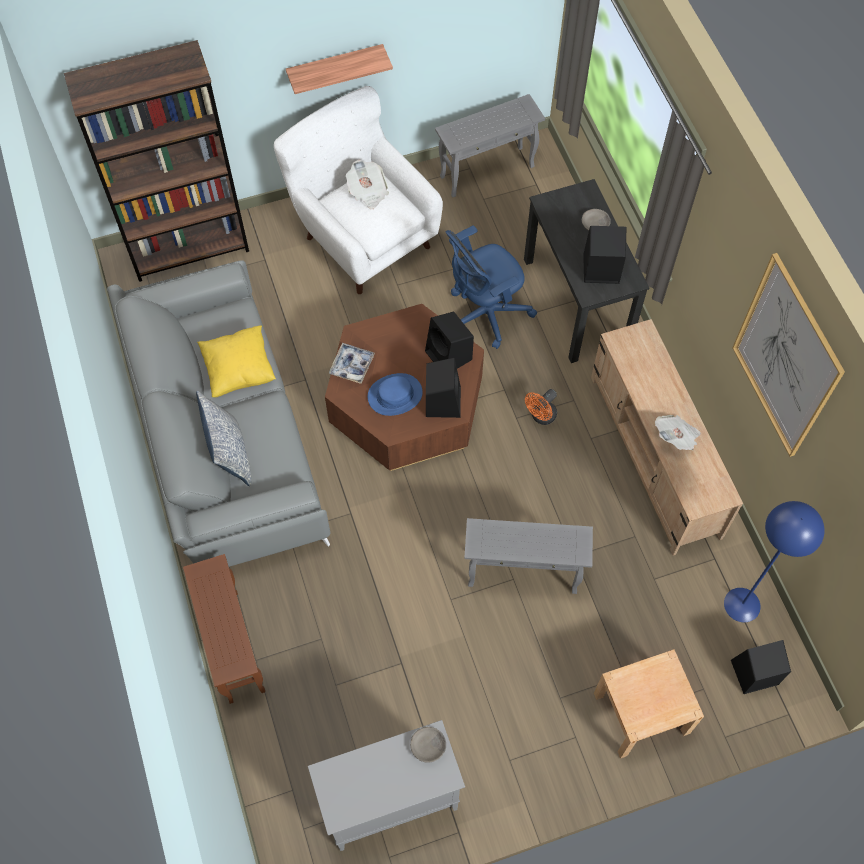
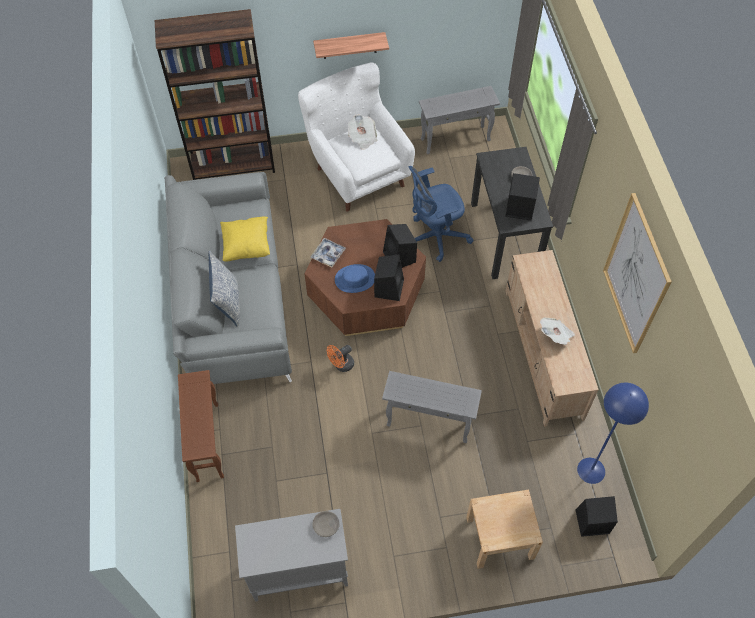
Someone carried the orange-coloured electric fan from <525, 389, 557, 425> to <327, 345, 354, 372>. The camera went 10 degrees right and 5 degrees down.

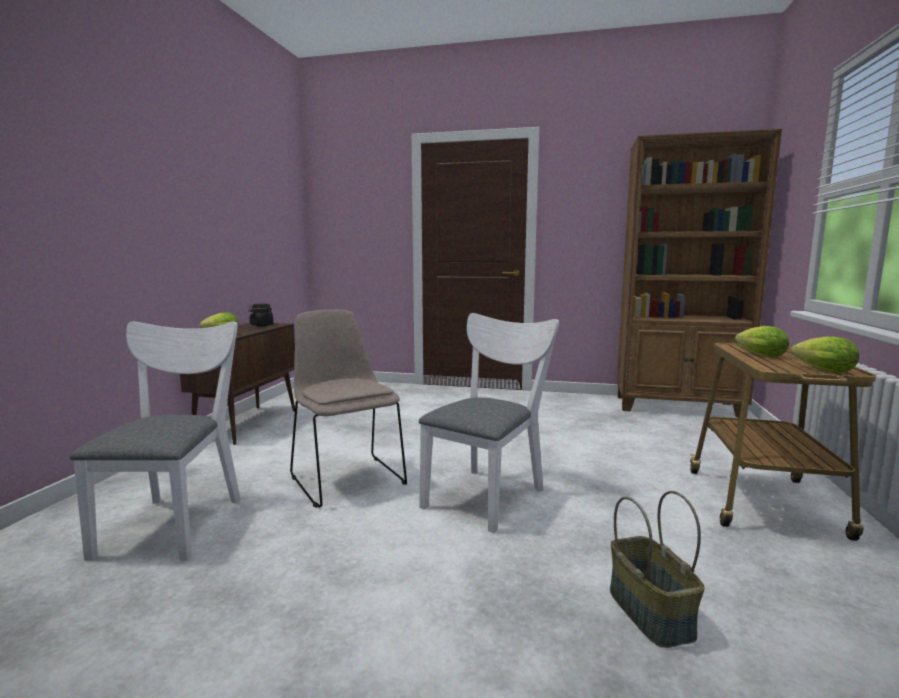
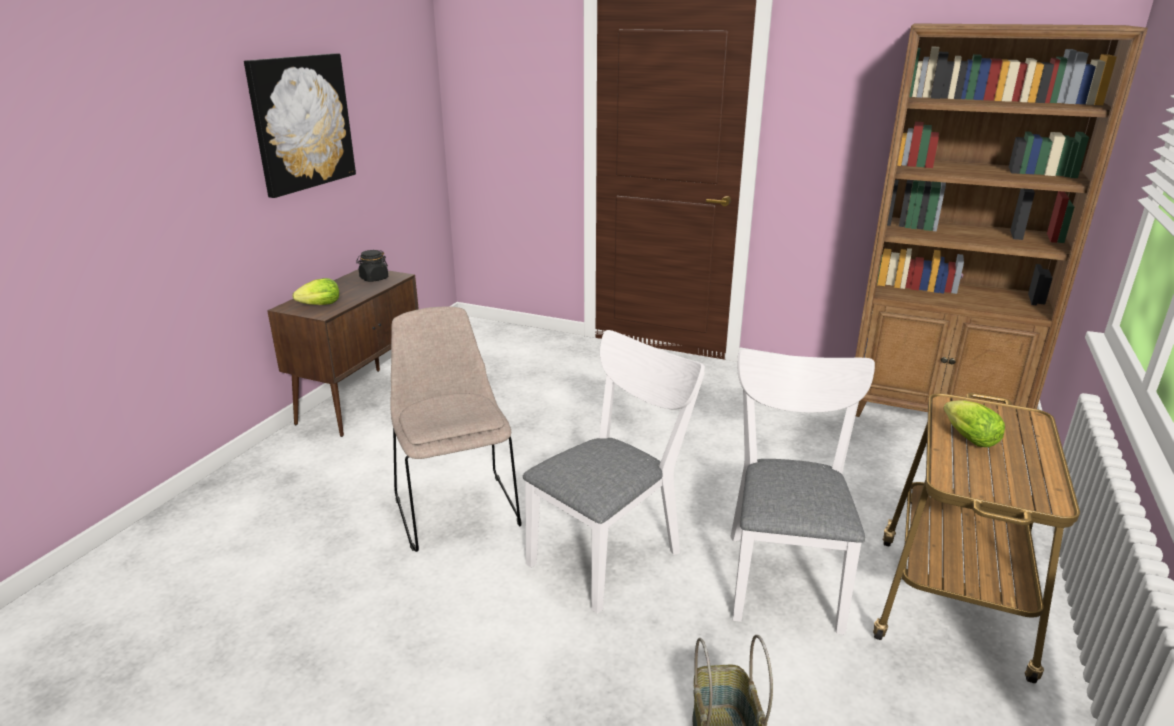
Someone carried the whitish plain chair from <70, 322, 241, 561> to <730, 349, 875, 635>. Someone took away the lettuce at <791, 336, 859, 373>. Someone put up the wall picture at <244, 53, 356, 198>. The camera went 10 degrees right and 15 degrees up.

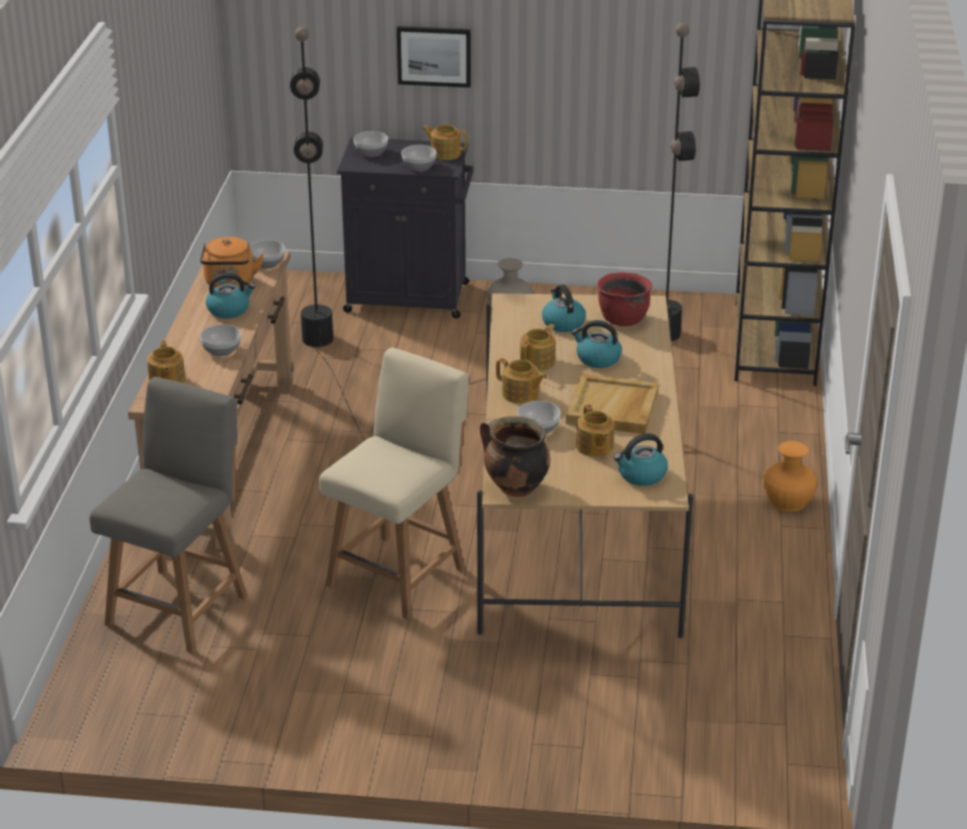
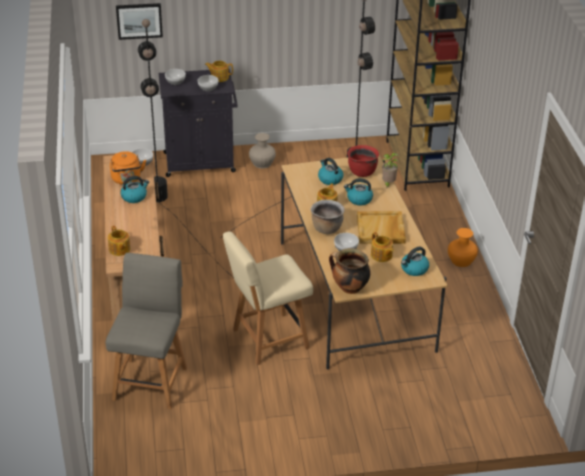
Someone carried the wall picture from <397, 26, 471, 88> to <116, 3, 163, 40>. Someone took away the serving bowl at <200, 324, 241, 356>. Someone rotated the sand-coloured plain chair at <319, 348, 469, 620> by 135 degrees counterclockwise. Someone swapped the teapot at <496, 358, 547, 404> for the brown stockpot at <310, 200, 345, 234>. Someone put down the houseplant at <382, 153, 398, 189>. The camera went 15 degrees left and 5 degrees up.

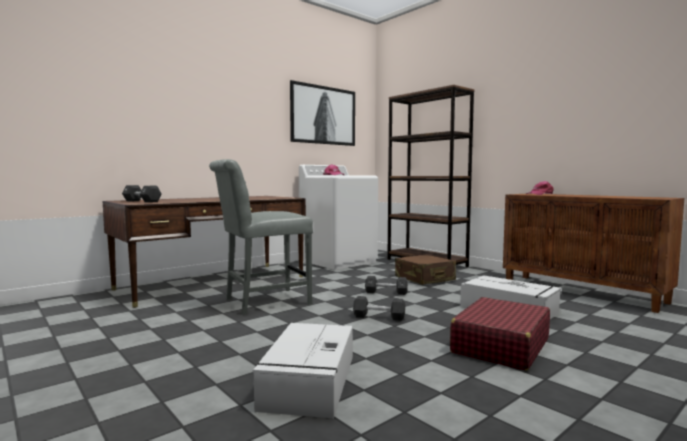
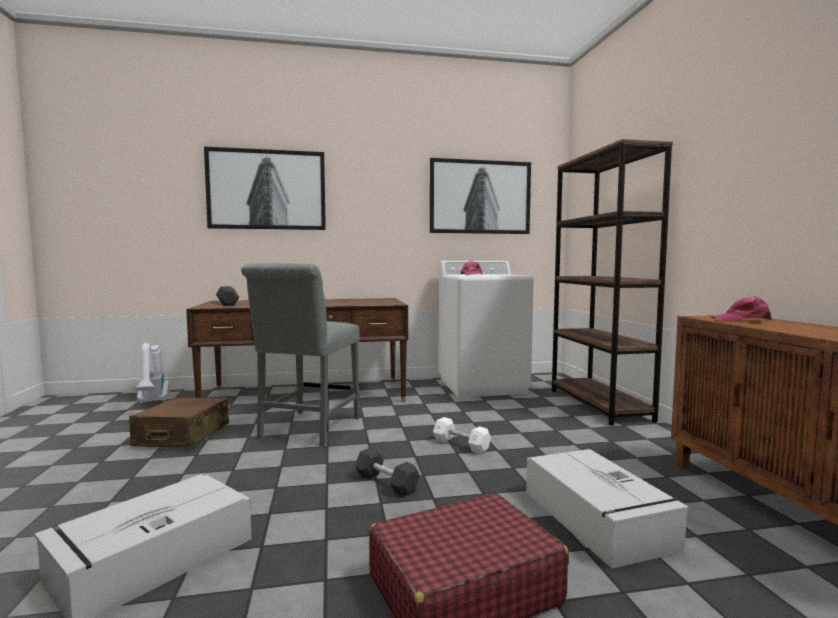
Someone rotated the greyish plain chair at <209, 159, 313, 315> by 75 degrees counterclockwise. Someone carried the brown suitcase from <395, 255, 456, 285> to <129, 398, 229, 448>. Someone repainted the black-coloured dumbbell at <365, 276, 408, 295>, which became the whitish dumbbell at <433, 417, 491, 454>. Someone put up the wall picture at <204, 147, 326, 230>. Someone put down the vacuum at <135, 343, 170, 404>. The camera went 30 degrees right and 0 degrees up.

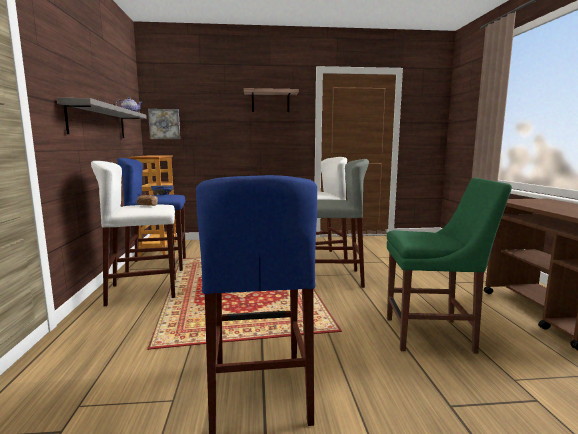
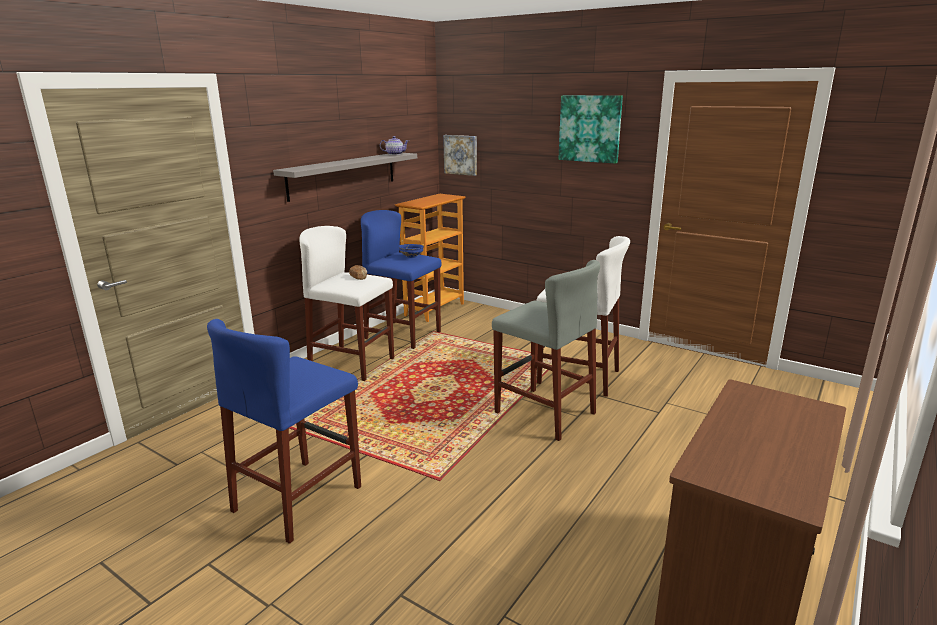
Someone swapped the wall shelf at <244, 88, 299, 112> for the wall picture at <558, 95, 623, 164>. Someone took away the greenish plain chair at <387, 178, 512, 354>. The camera went 40 degrees right and 10 degrees up.

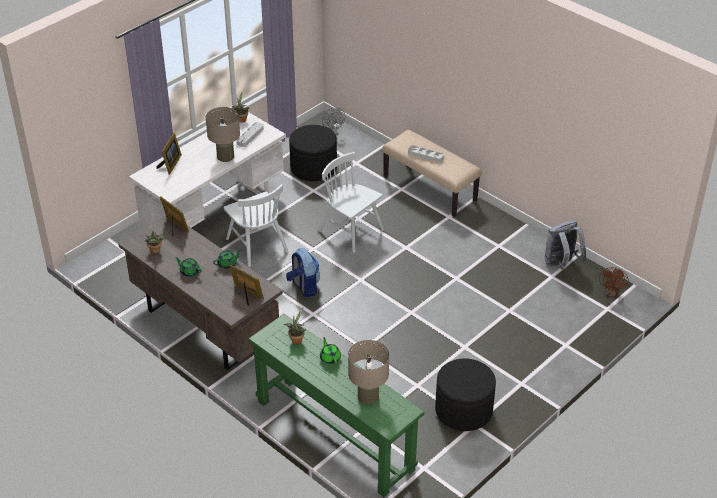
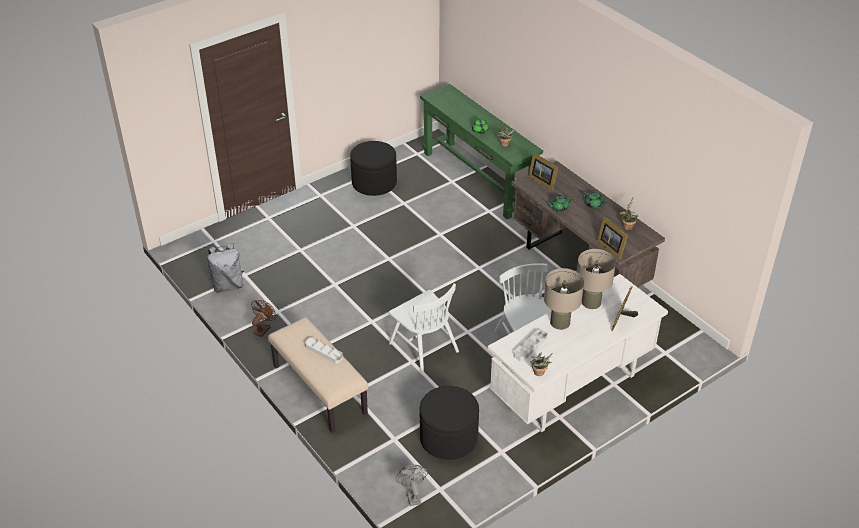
Someone took away the rucksack at <286, 248, 320, 297>. Someone carried the brown electric fan from <599, 267, 629, 298> to <251, 300, 276, 337>. Someone carried the sand-coloured table lamp from <348, 340, 389, 405> to <577, 249, 616, 309>. The camera went 170 degrees left and 0 degrees up.

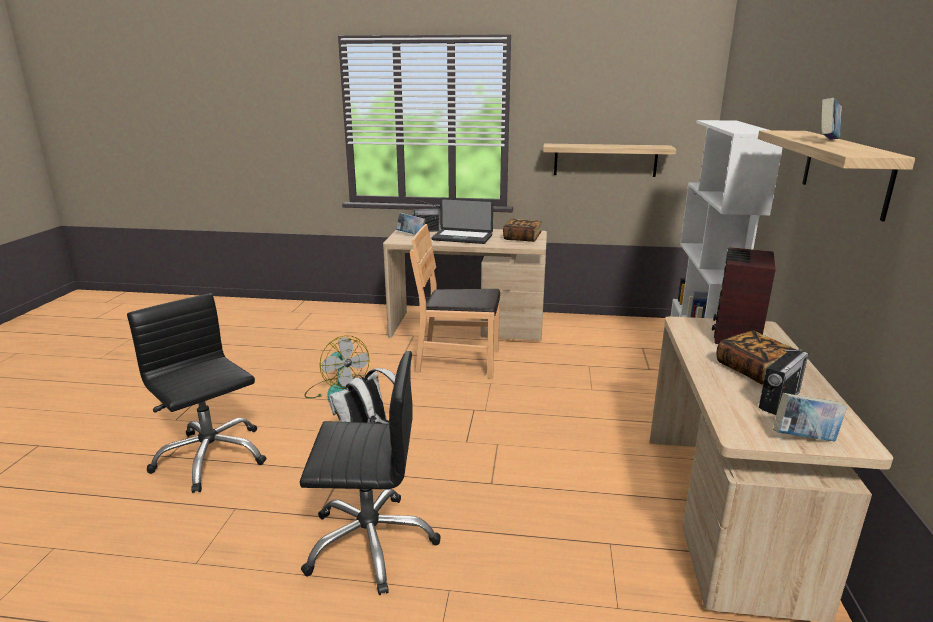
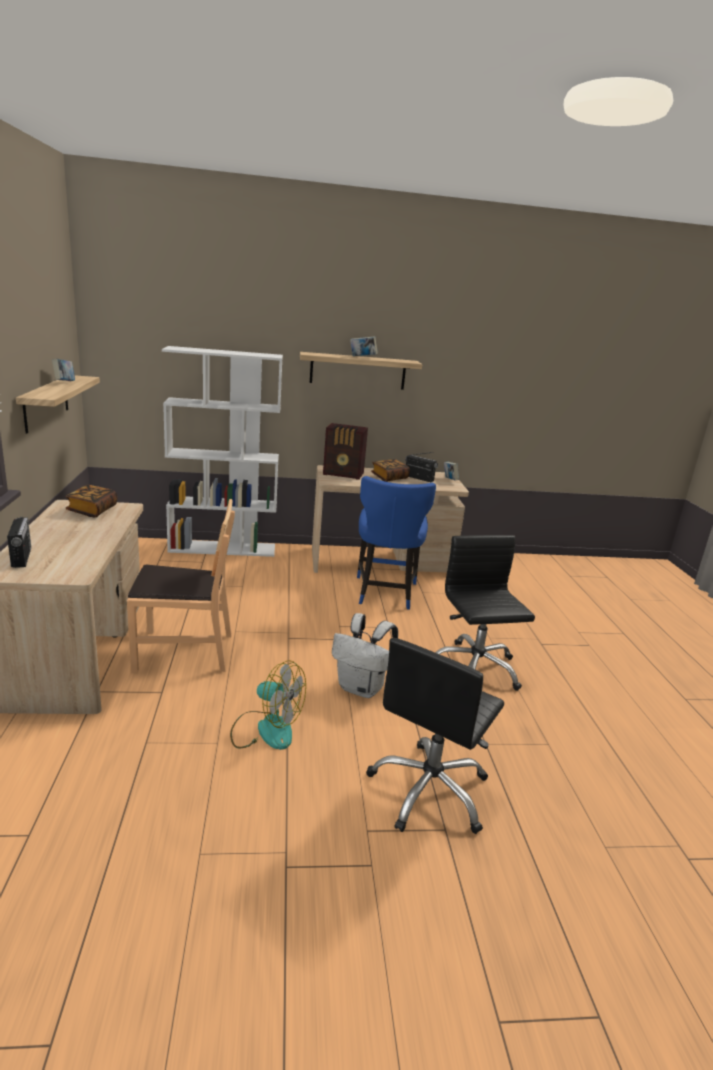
Someone took away the notebook computer at <431, 198, 493, 244>. Someone carried the bound book from <396, 213, 426, 235> to <52, 359, 75, 381>. Someone rotated the brown plain chair at <410, 224, 500, 379> by 90 degrees counterclockwise. Someone rotated the electric fan at <304, 335, 369, 402> by 75 degrees clockwise. Someone put down the blue plain chair at <357, 476, 436, 610>. The camera went 105 degrees left and 0 degrees up.

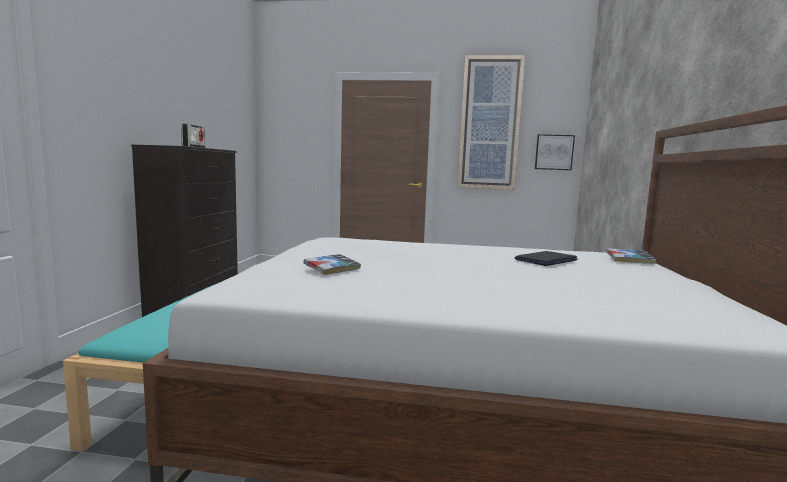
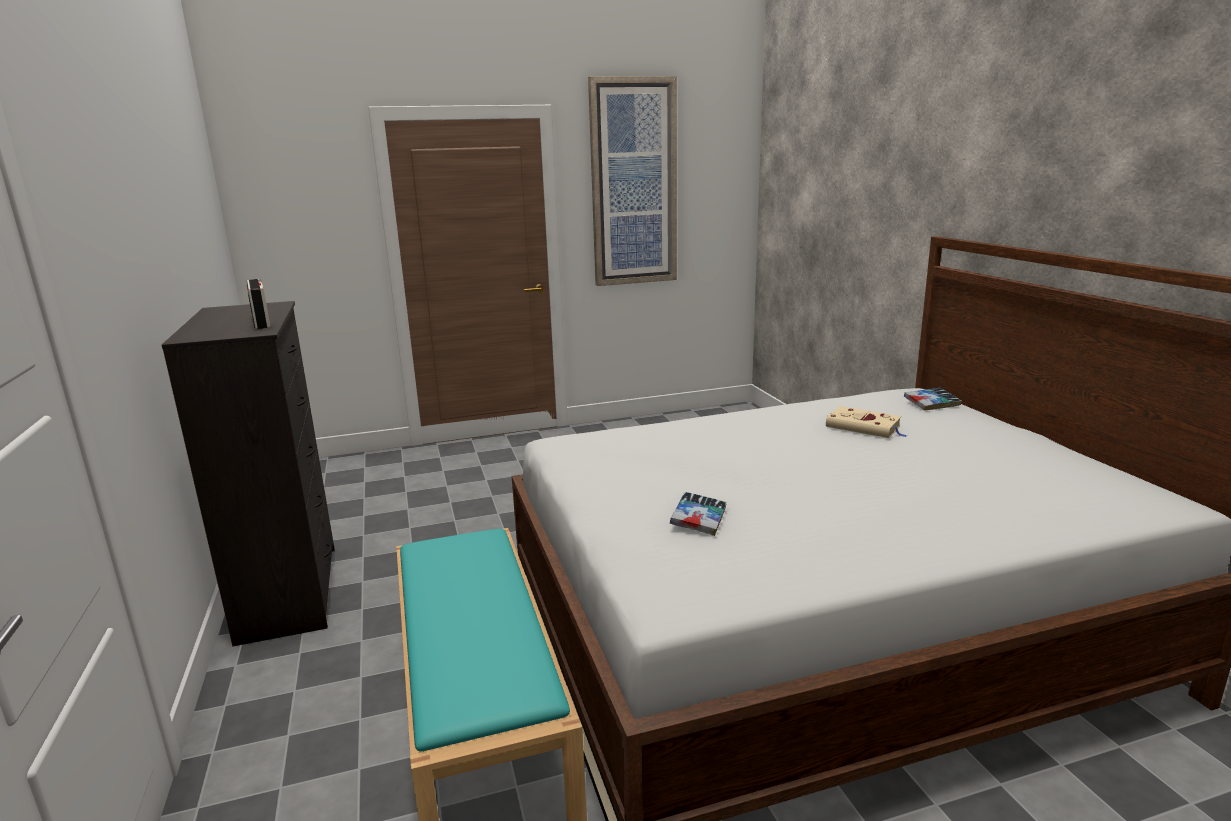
Someone took away the wall picture at <535, 134, 575, 170>. Someone swapped the notebook computer at <514, 251, 578, 266> for the sand-coloured bound book at <826, 406, 908, 438>. The camera went 25 degrees left and 10 degrees up.

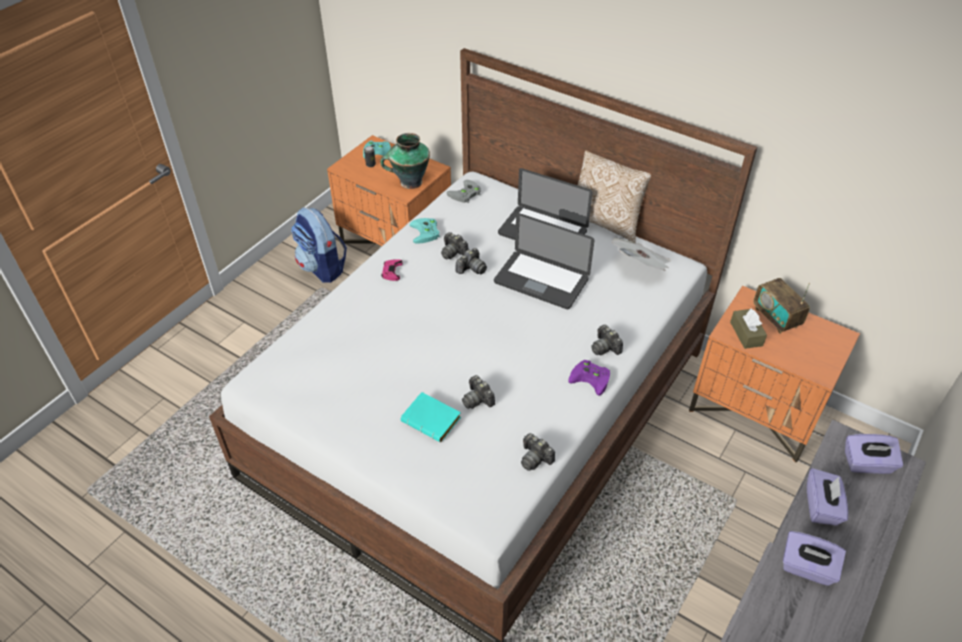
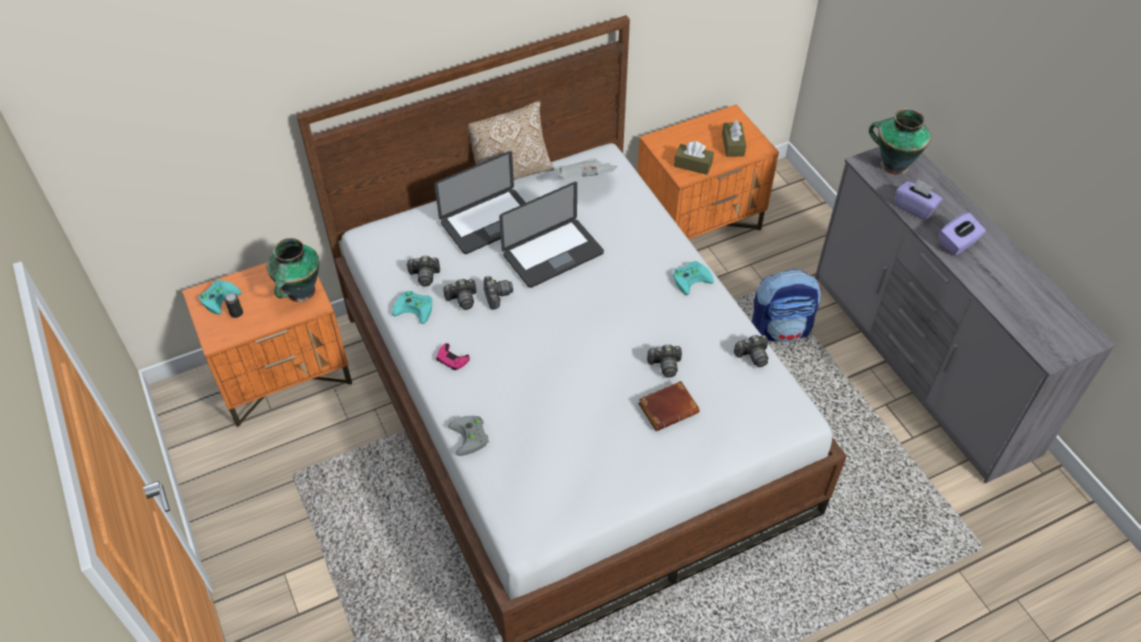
Someone carried the greyish joypad from <447, 180, 481, 203> to <448, 416, 489, 456>. Someone carried the rucksack from <291, 207, 347, 283> to <752, 269, 821, 343>. Someone took away the radio receiver at <753, 278, 810, 334>. Someone carried the photo camera from <591, 325, 623, 355> to <406, 256, 440, 286>. Someone repainted the purple joypad at <568, 360, 610, 396>, which became the turquoise-coloured joypad at <673, 261, 714, 295>. Someone repainted the turquoise-coloured bound book at <401, 392, 461, 443>, which became the brown bound book at <638, 381, 700, 431>. Someone swapped the purple box of tissues at <845, 434, 903, 474> for the flower vase at <869, 109, 931, 175>. Someone put down the brown box of tissues at <722, 120, 746, 157>. The camera went 60 degrees left and 5 degrees up.

